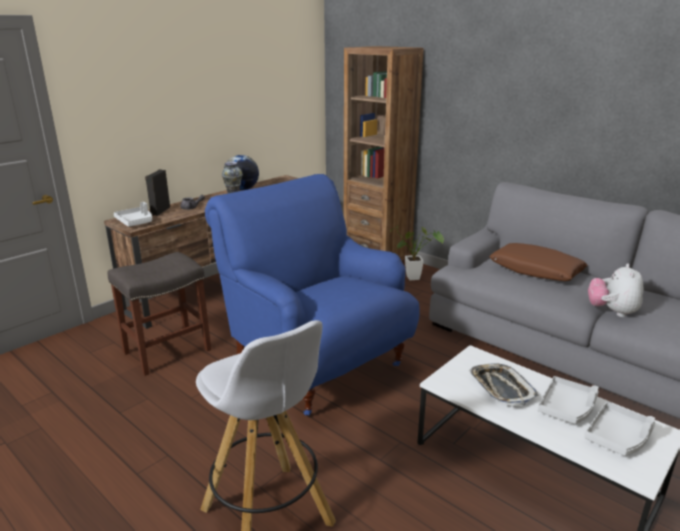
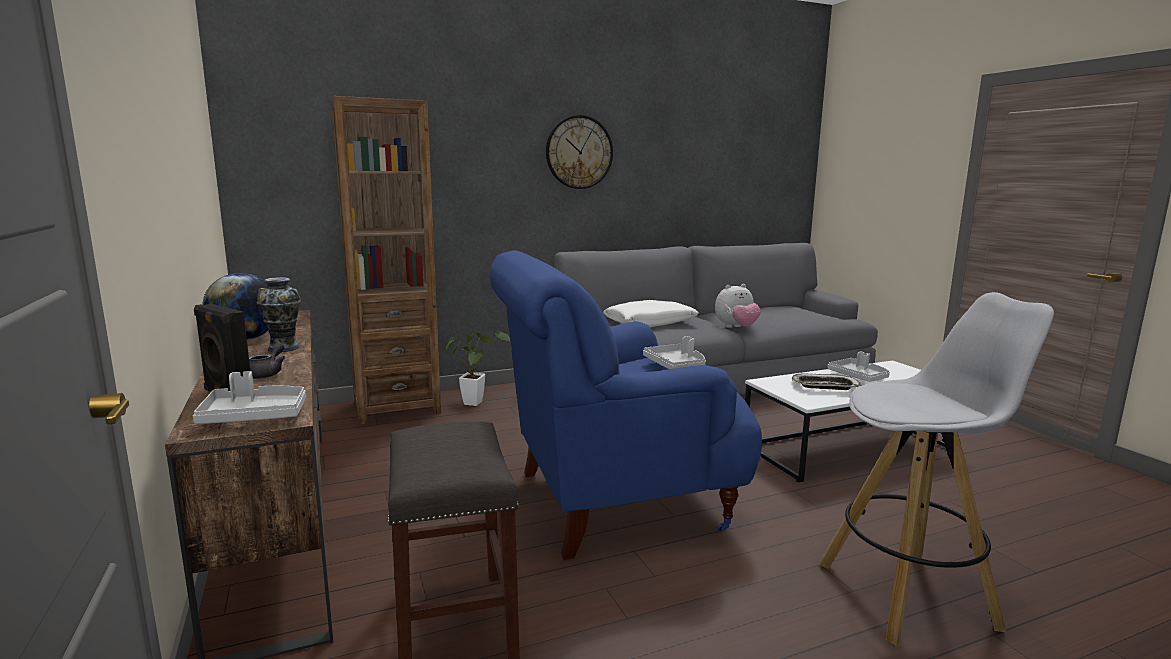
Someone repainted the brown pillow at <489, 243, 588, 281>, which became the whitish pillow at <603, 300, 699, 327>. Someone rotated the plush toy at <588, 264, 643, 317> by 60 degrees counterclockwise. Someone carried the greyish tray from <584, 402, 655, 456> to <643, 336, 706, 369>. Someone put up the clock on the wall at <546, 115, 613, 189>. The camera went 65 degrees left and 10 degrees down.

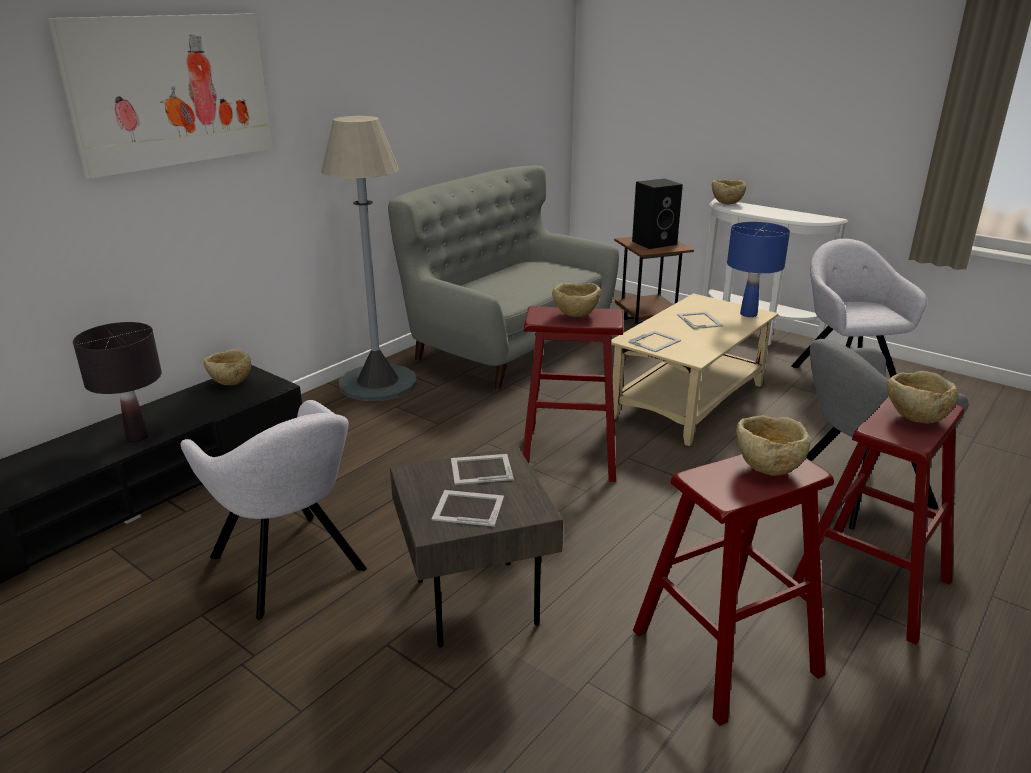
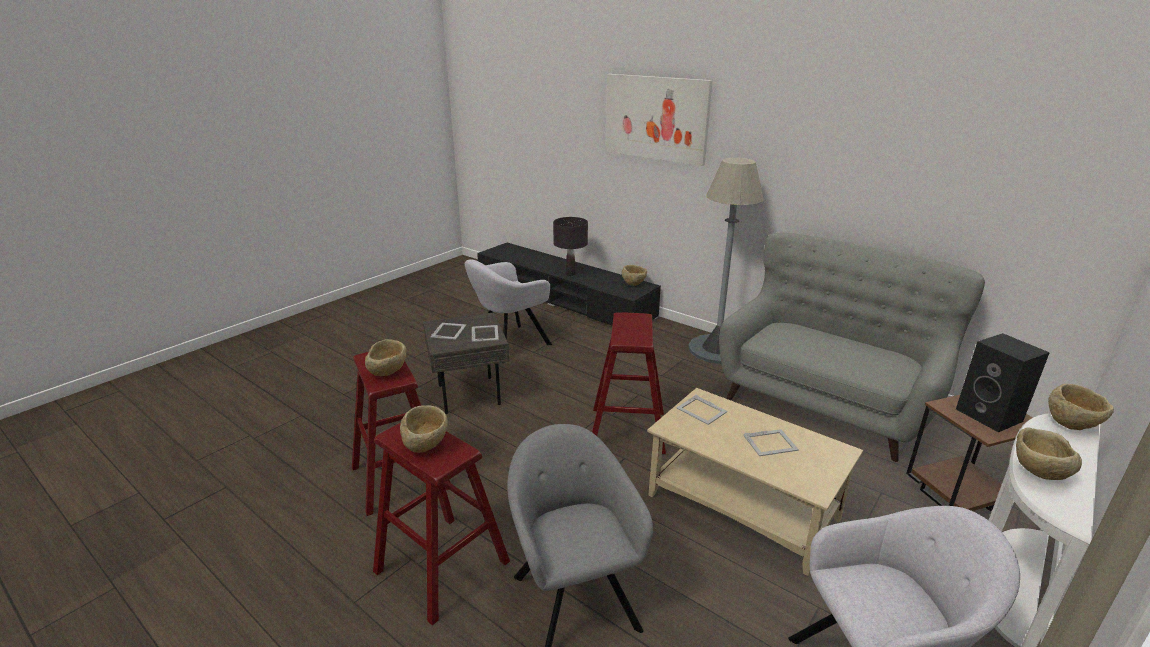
Someone took away the blue table lamp at <727, 222, 790, 317>. Someone carried the sand-coloured serving bowl from <552, 283, 601, 317> to <1016, 427, 1082, 480>. The camera went 90 degrees right and 0 degrees up.

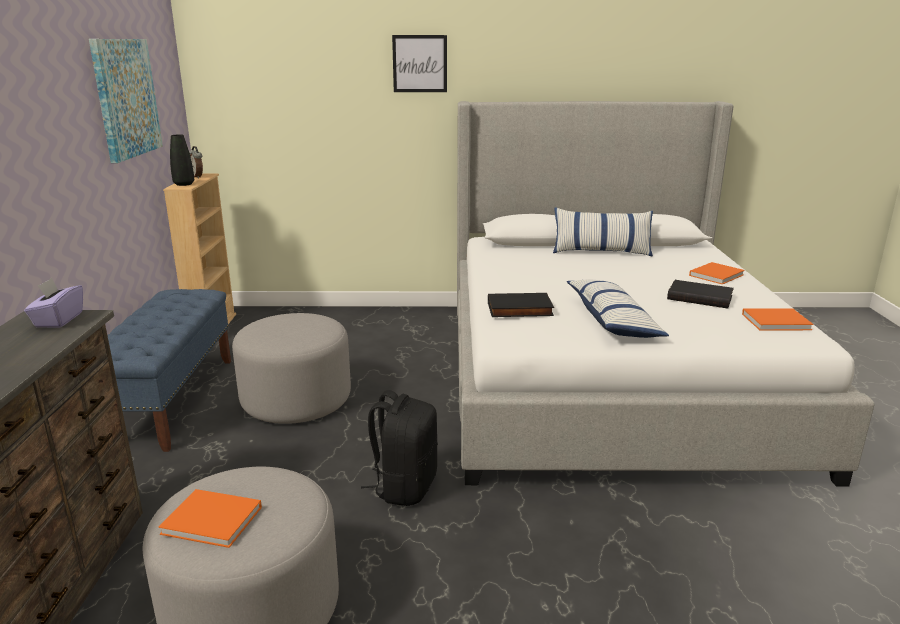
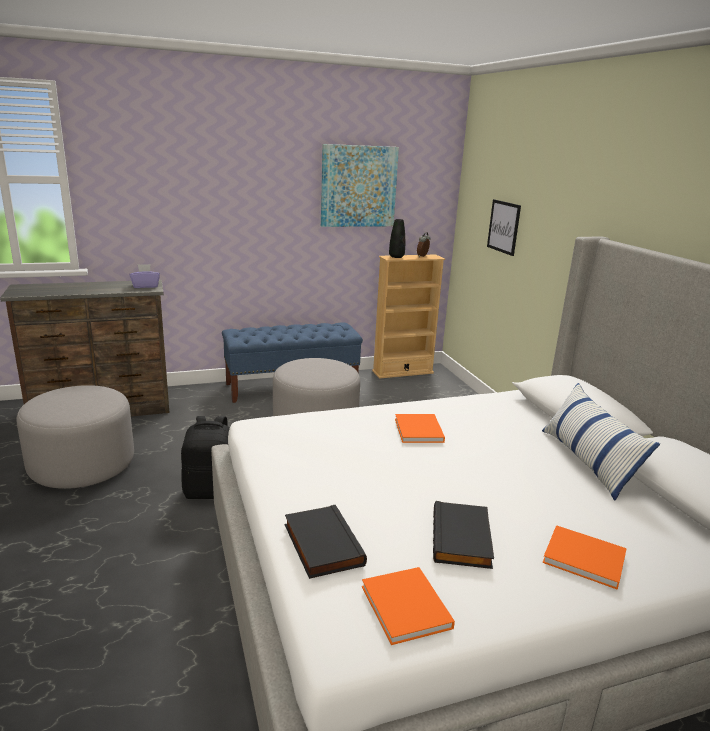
Someone carried the wall picture from <392, 35, 447, 92> to <487, 199, 521, 256>. Someone took away the pillow at <567, 279, 669, 338>. Someone carried the black-coloured bound book from <488, 293, 554, 317> to <285, 505, 367, 579>. Someone carried the orange-coloured bound book from <158, 489, 262, 548> to <395, 414, 445, 443>. The camera went 70 degrees right and 0 degrees up.

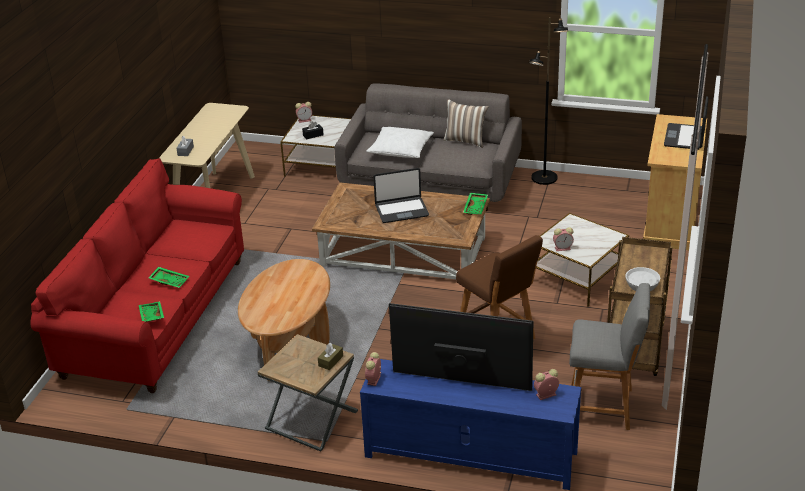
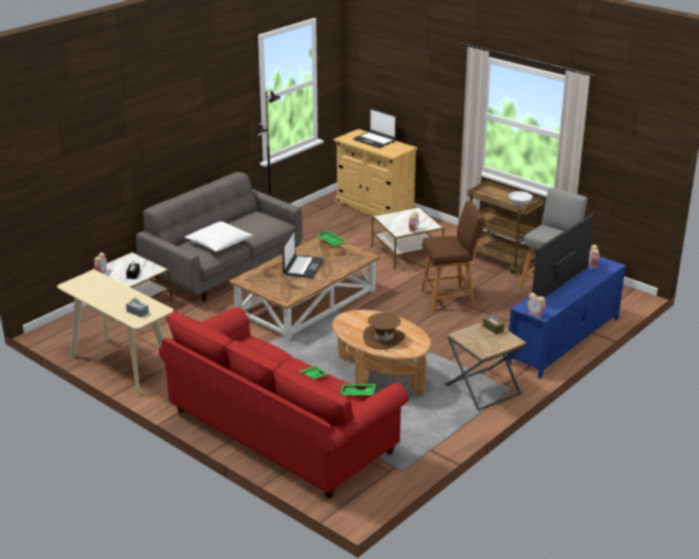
Someone took away the pillow at <443, 99, 489, 148>. Someone put down the brown hat at <363, 313, 405, 350>. The camera went 65 degrees left and 5 degrees down.

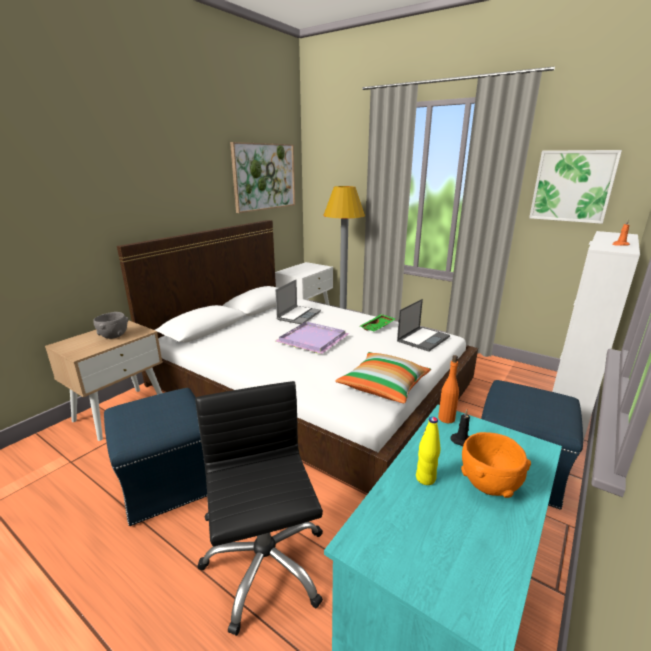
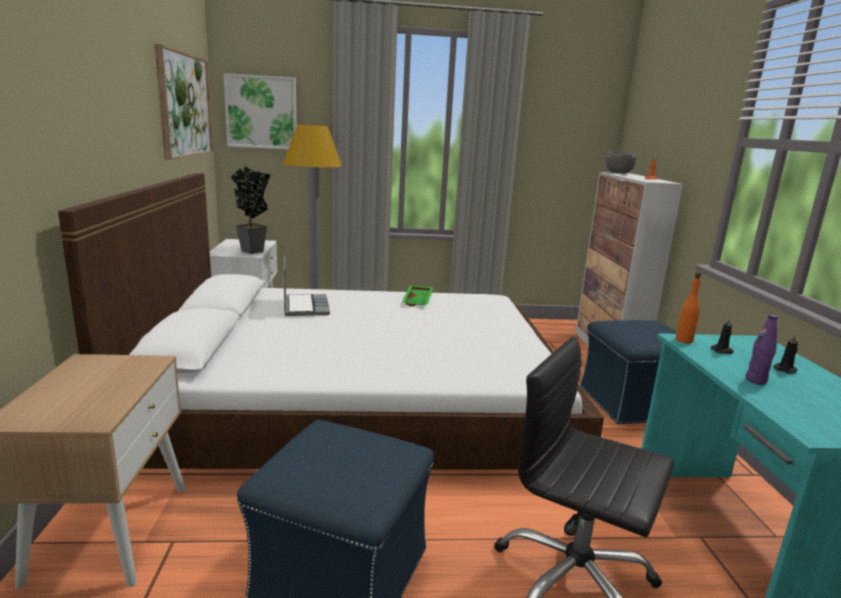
Someone carried the wall picture from <529, 150, 622, 224> to <223, 73, 297, 149>. Someone took away the notebook computer at <397, 299, 450, 352>. Someone carried the greyish serving bowl from <93, 312, 128, 339> to <606, 151, 636, 173>. Someone took away the purple tray at <276, 322, 350, 354>. Someone took away the pillow at <335, 352, 431, 403>. Someone repainted the yellow-coloured beverage bottle at <416, 417, 441, 485>, which became the purple beverage bottle at <746, 315, 778, 385>. Someone swapped the orange-coloured serving bowl at <461, 432, 531, 498> for the black-coloured wax light at <773, 334, 798, 374>. Someone put down the houseplant at <230, 167, 270, 254>. The camera went 40 degrees left and 5 degrees down.

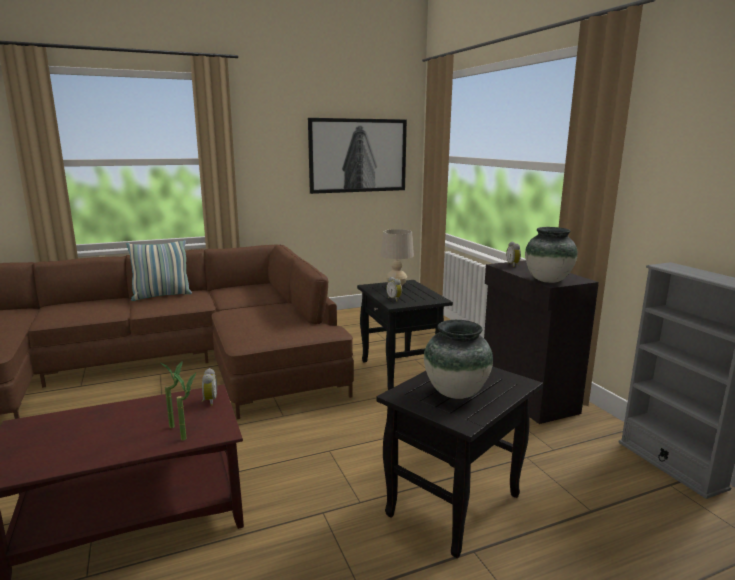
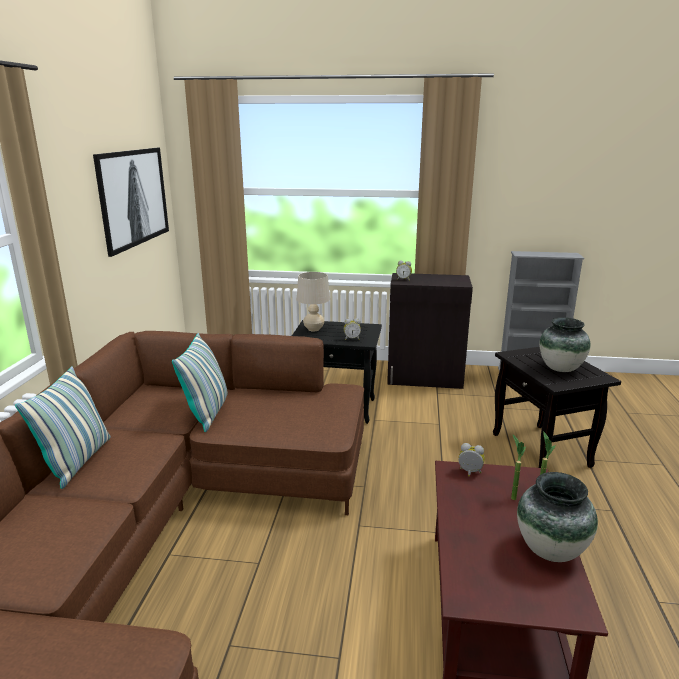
Someone carried the flower vase from <525, 227, 578, 283> to <517, 472, 598, 562>. Someone put down the pillow at <172, 333, 228, 432>. The camera went 60 degrees left and 5 degrees up.

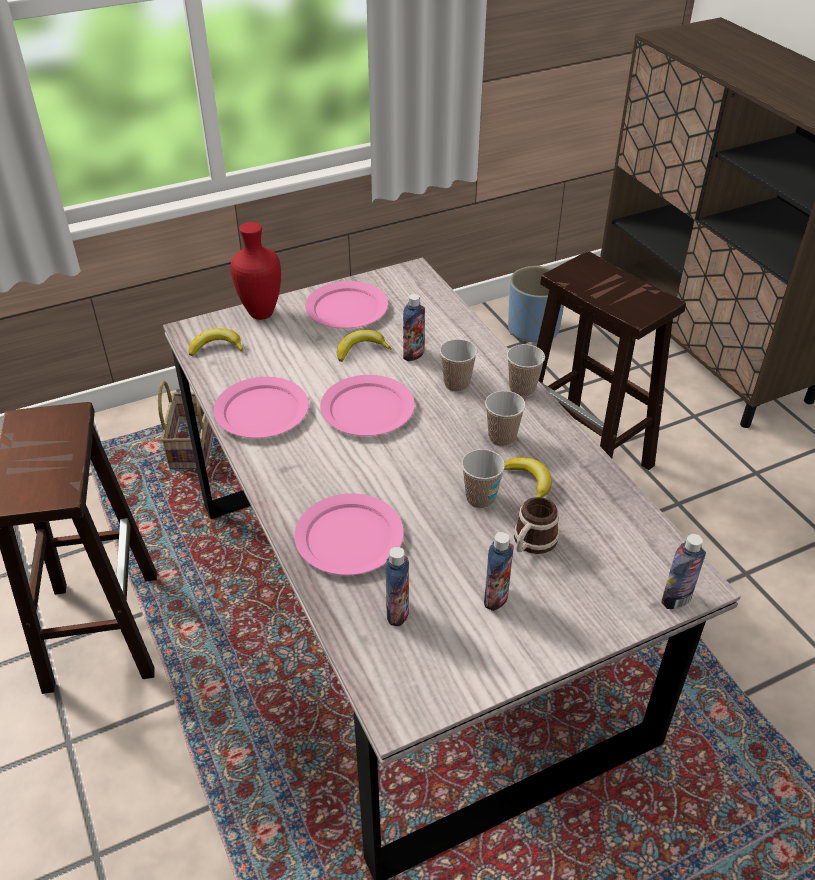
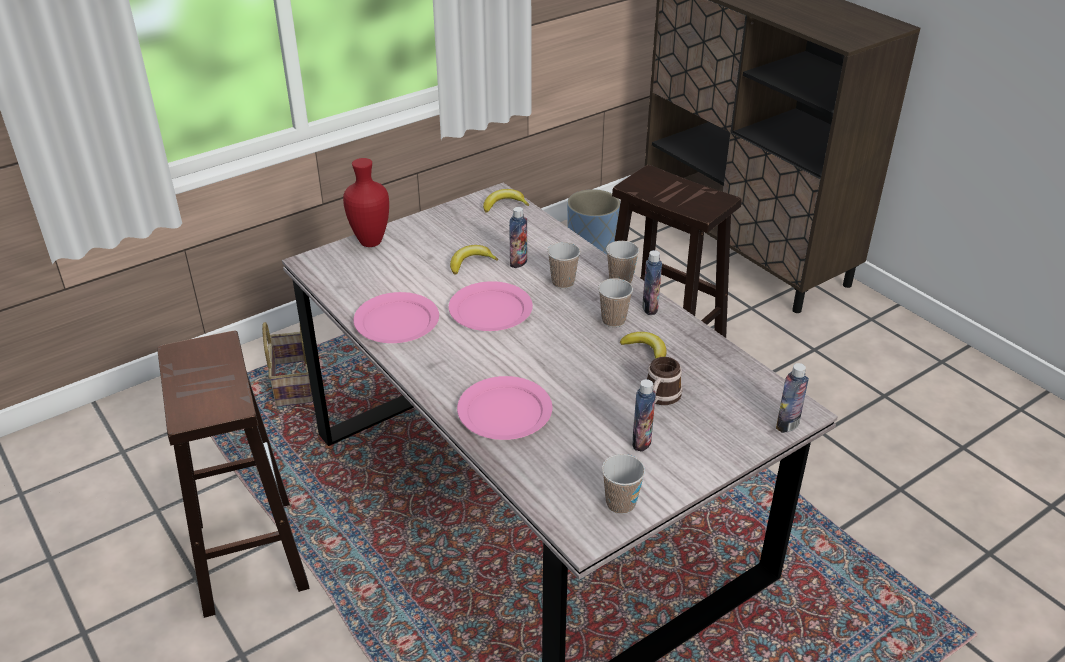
Someone took away the pink-coloured dinner plate at <305, 281, 388, 329>. Someone carried the banana from <188, 328, 244, 356> to <483, 189, 529, 213>. Someone carried the cup from <461, 449, 505, 509> to <602, 454, 645, 514>. Someone carried the beverage bottle from <385, 547, 409, 626> to <642, 250, 662, 315>. The camera went 10 degrees left and 5 degrees down.

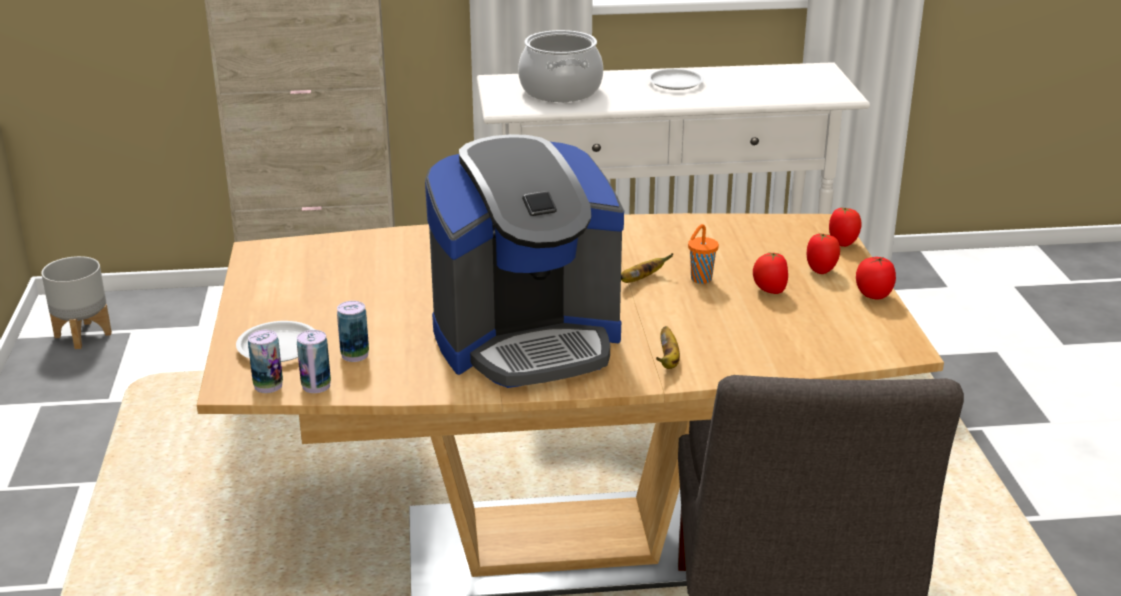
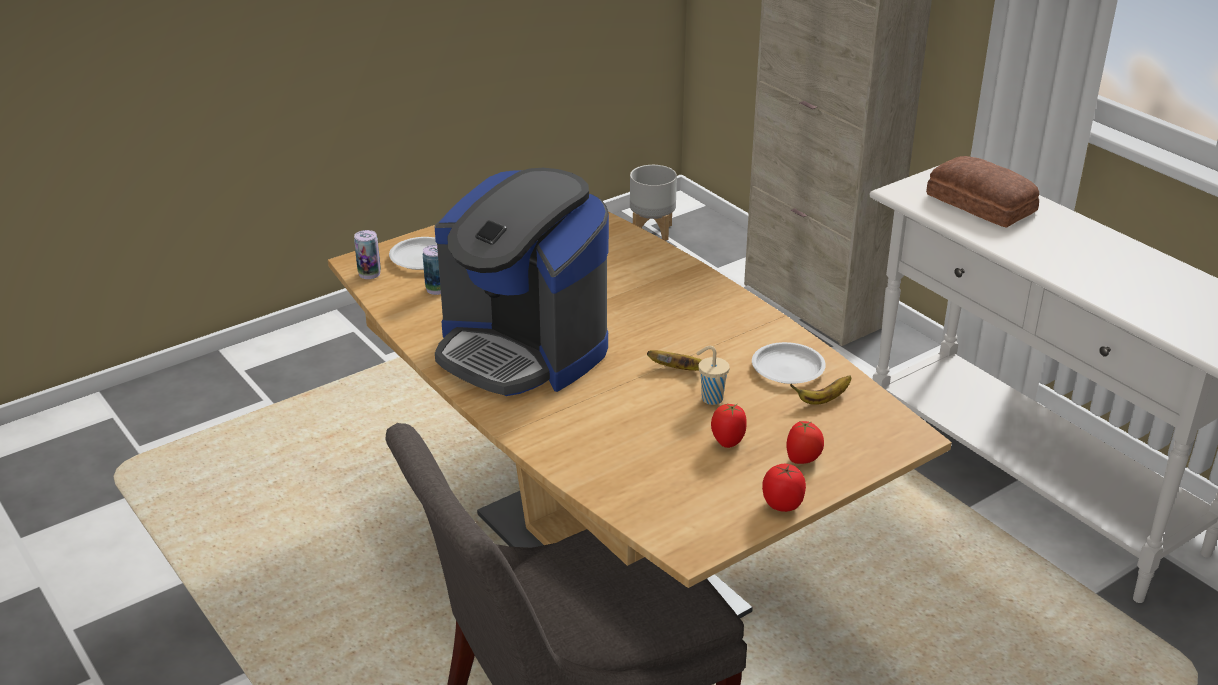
Someone swapped the stockpot at <518, 30, 603, 102> for the bakery bread at <926, 156, 1039, 228>. Someone carried the whitish dinner plate from <648, 69, 704, 90> to <752, 342, 826, 384>. Someone took away the fresh tomato at <829, 207, 862, 247>. Someone repainted the orange-coloured cup at <688, 224, 719, 284>, which became the sand-coloured cup at <696, 346, 730, 405>. Someone carried the banana from <656, 326, 680, 369> to <790, 376, 852, 405>. Someone took away the can at <297, 330, 331, 393>. The camera went 60 degrees right and 5 degrees up.

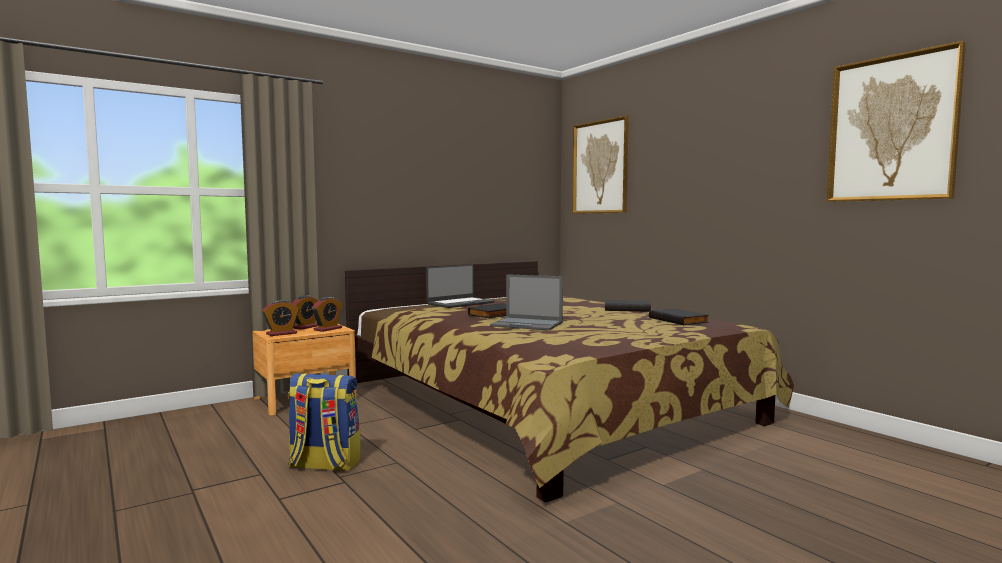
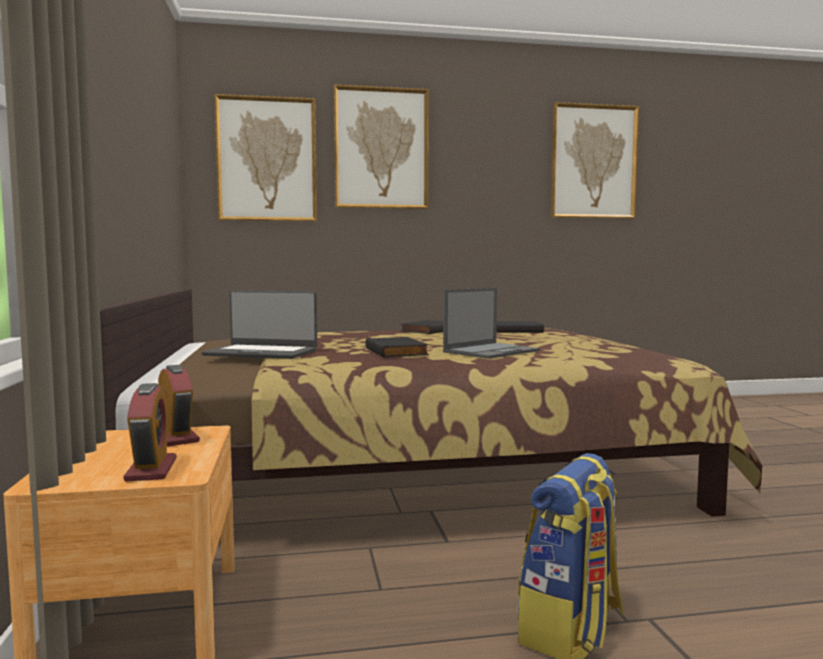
Someone rotated the notebook computer at <426, 265, 494, 308> by 120 degrees clockwise. Someone took away the alarm clock at <292, 295, 318, 330>. Someone put up the wall picture at <334, 85, 429, 209>. The camera went 65 degrees left and 0 degrees up.

